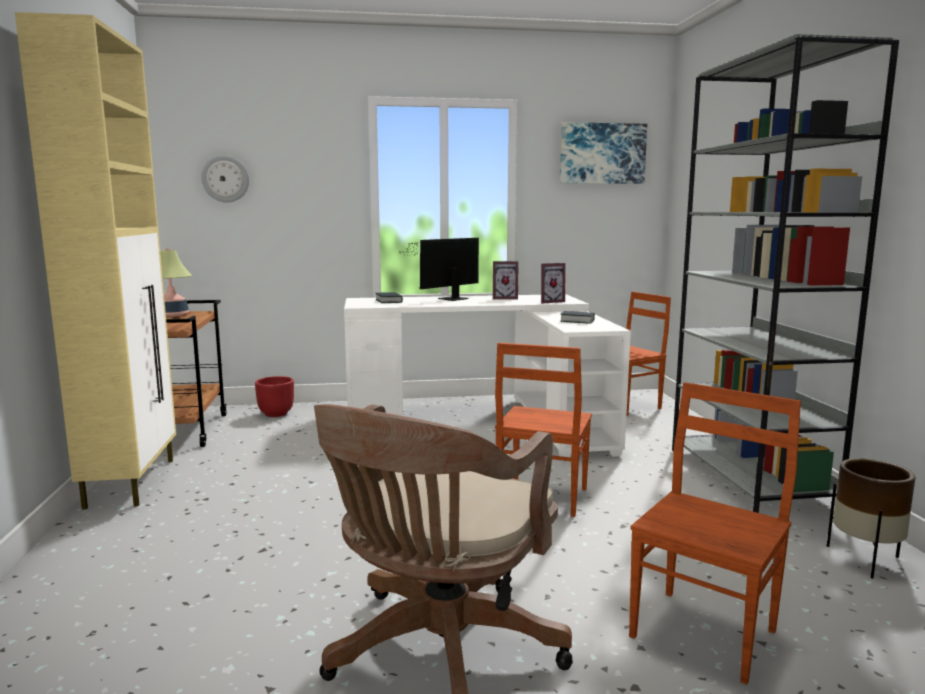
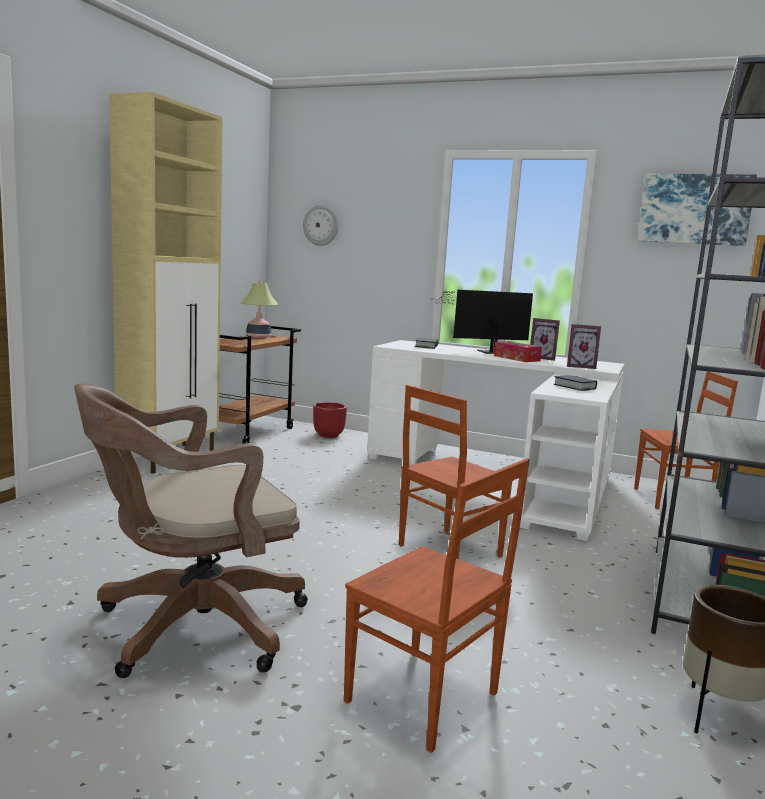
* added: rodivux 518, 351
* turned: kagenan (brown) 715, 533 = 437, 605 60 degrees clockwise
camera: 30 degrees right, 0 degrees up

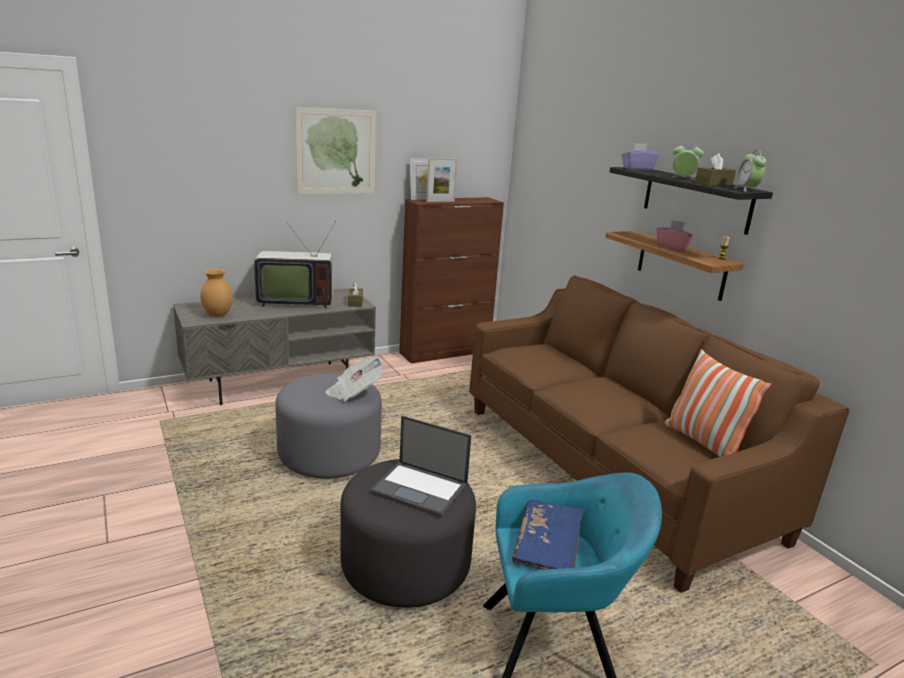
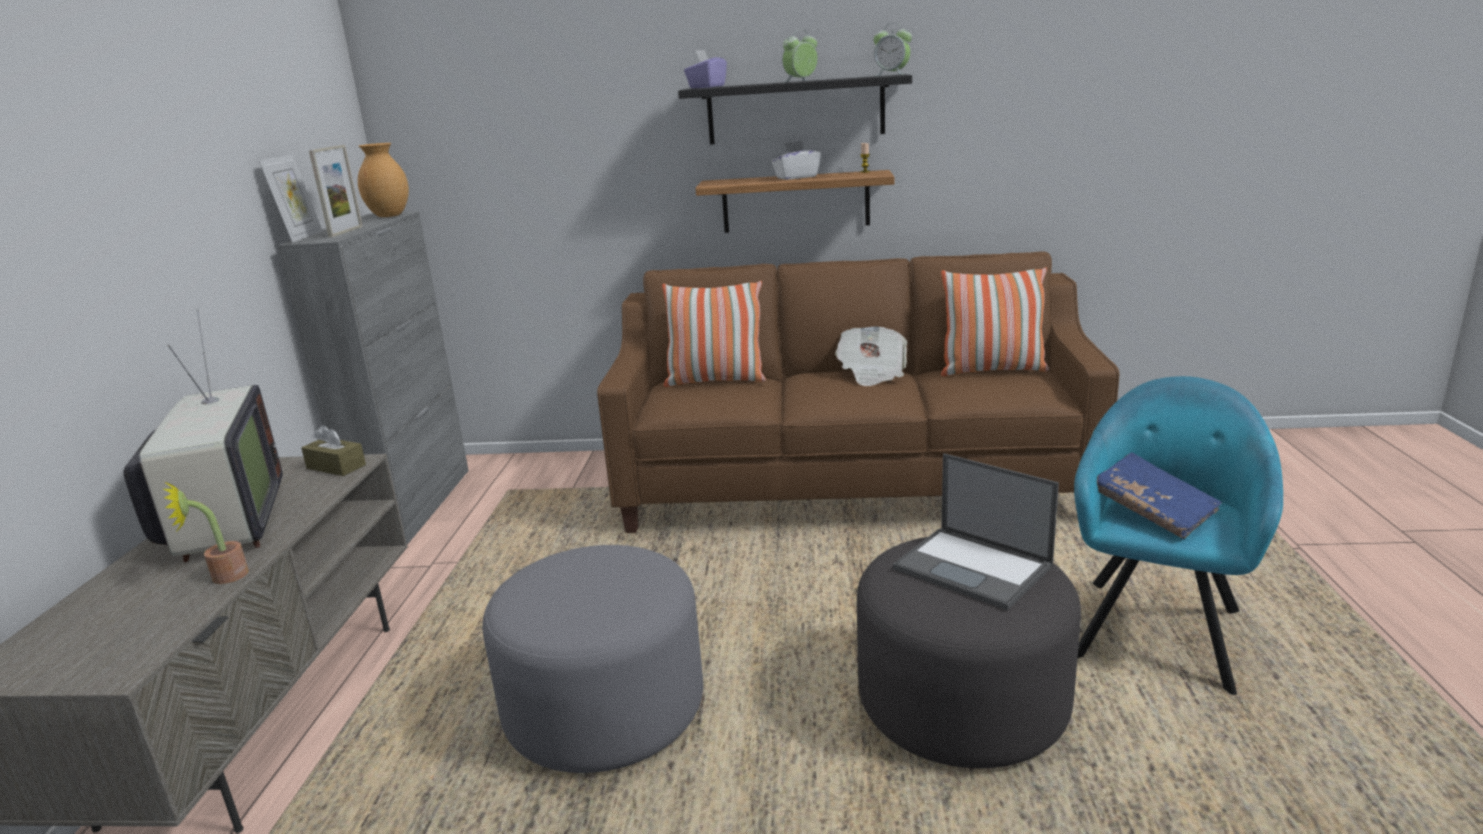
* removed: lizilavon 335, 151
* removed: rodivux (brown) 715, 170
* added: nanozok 206, 533
* added: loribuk 714, 334
* moved: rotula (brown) 216, 293 to 383, 180
* moved: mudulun 355, 379 to 871, 356
* recoloured: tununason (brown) 451, 280 to tununason (grey) 373, 378
* recoloured: rodivux (pink) 675, 235 to rodivux (white) 796, 160
* turned: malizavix 295, 264 = 203, 435 45 degrees counterclockwise
* turned: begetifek 421, 466 = 976, 531 75 degrees clockwise
camera: 55 degrees left, 0 degrees up

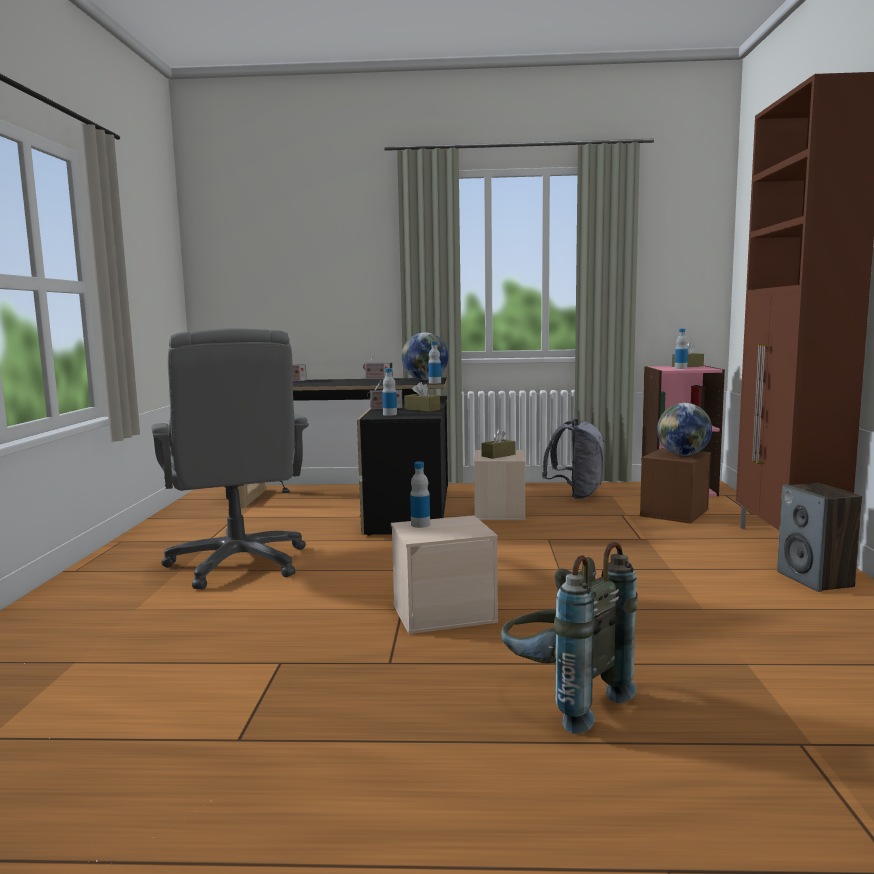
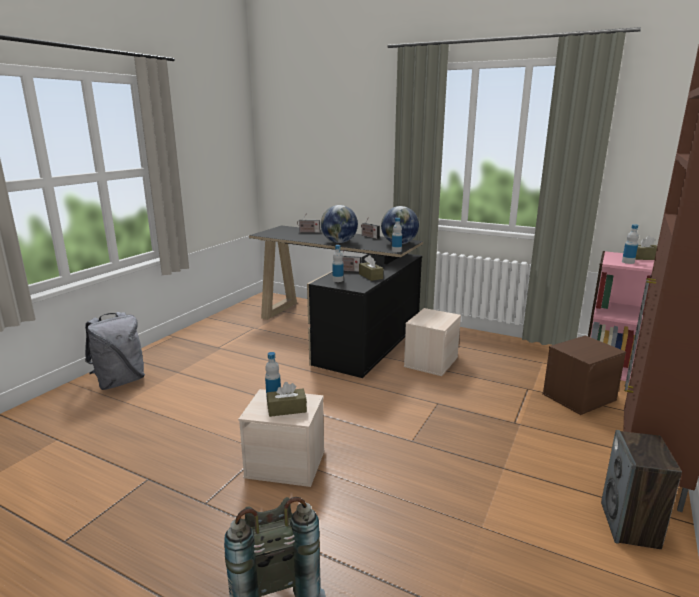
* removed: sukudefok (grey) 230, 459
* moved: rodivux (brown) 498, 444 to 287, 399
* moved: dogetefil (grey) 573, 459 to 115, 351
* moved: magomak 684, 429 to 339, 224
camera: 25 degrees right, 10 degrees up

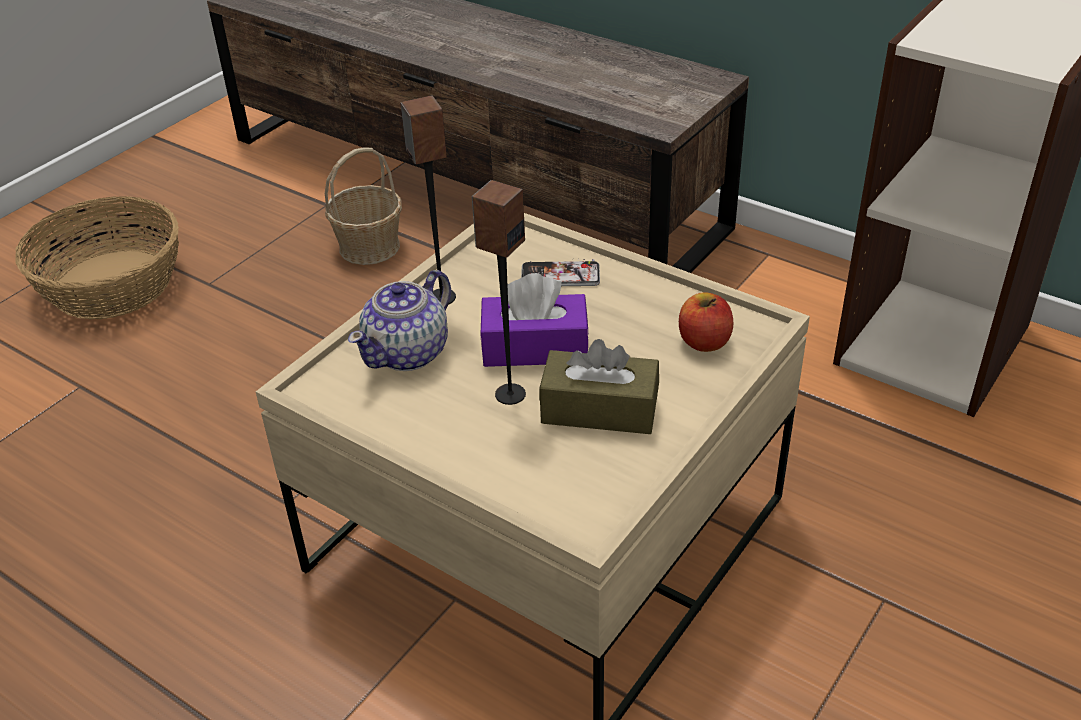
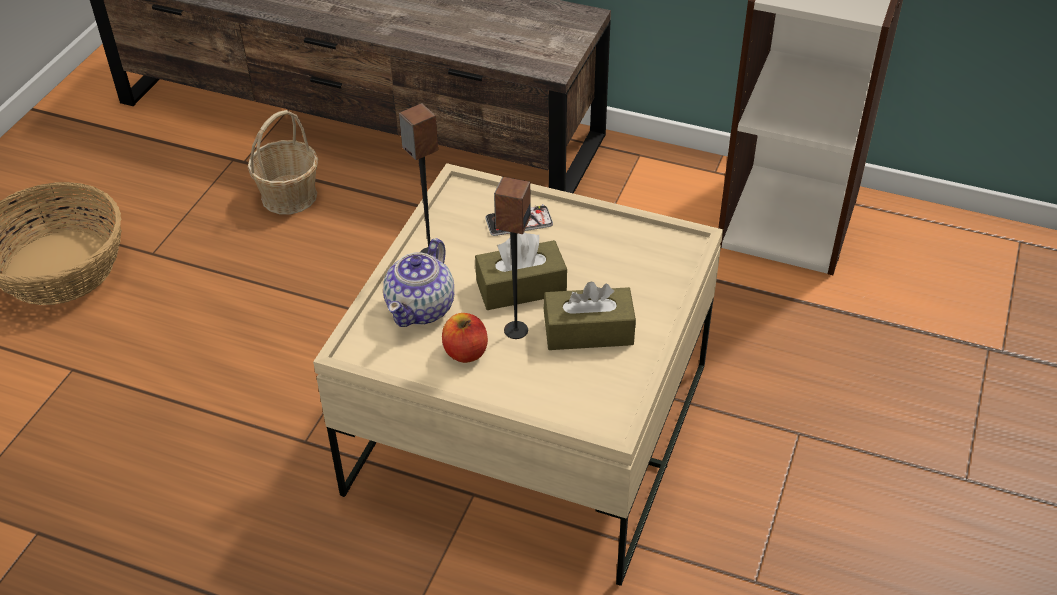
* moved: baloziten 706, 322 to 465, 338
* recoloured: rodivux (purple) 534, 320 to rodivux (brown) 521, 271
camera: 15 degrees left, 5 degrees up

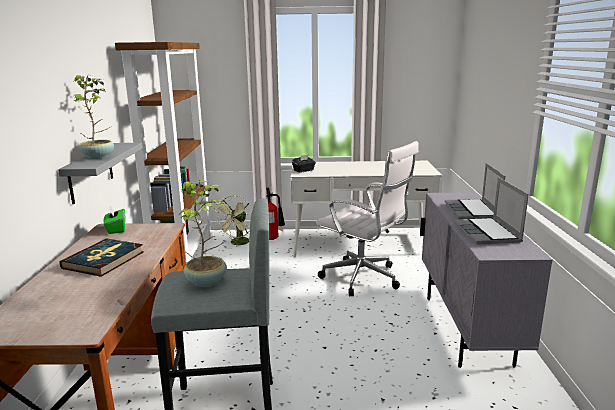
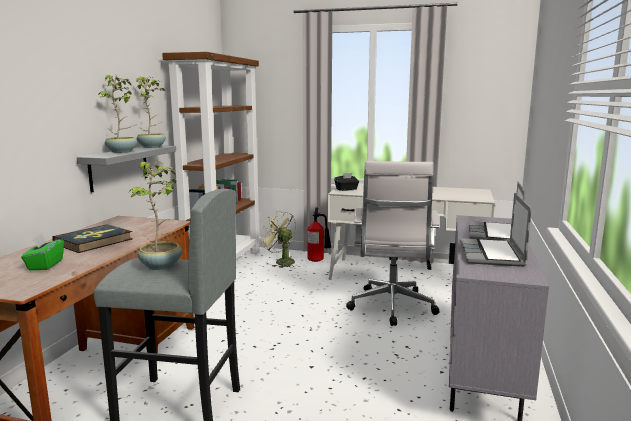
* added: nanozok 151, 112
* moved: rodivux (green) 114, 219 to 42, 252
* turned: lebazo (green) 233, 220 = 278, 239 90 degrees clockwise
* turned: sukudefok (white) 367, 218 = 392, 243 45 degrees clockwise
camera: 15 degrees right, 5 degrees down

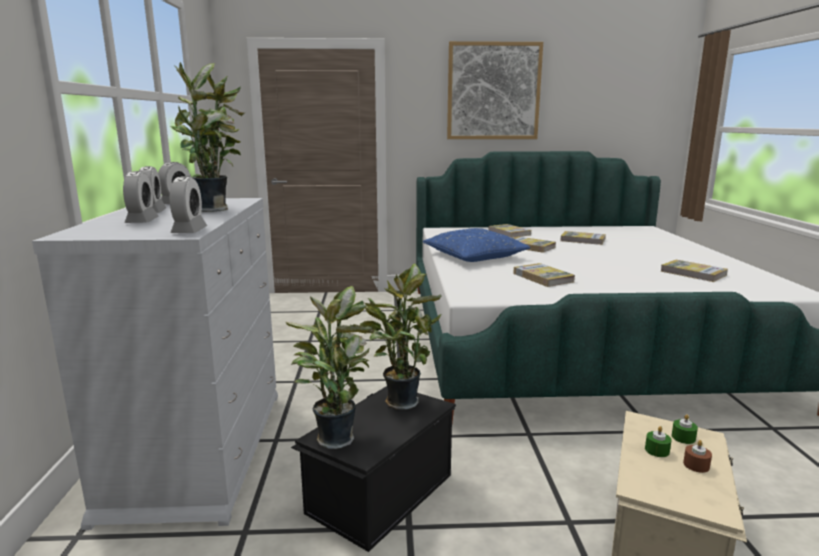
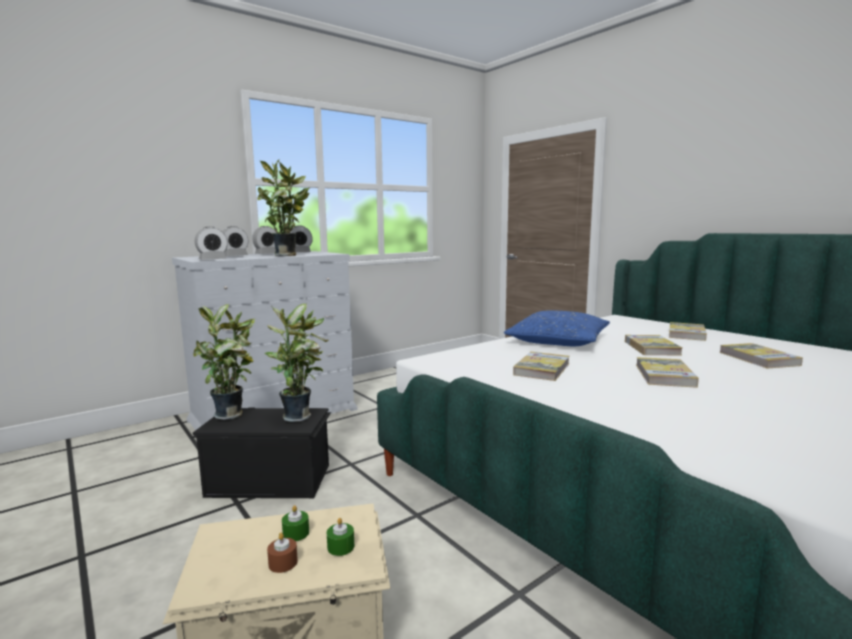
* removed: lizilavon 495, 90
* moved: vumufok 694, 271 to 667, 372
camera: 55 degrees right, 5 degrees down

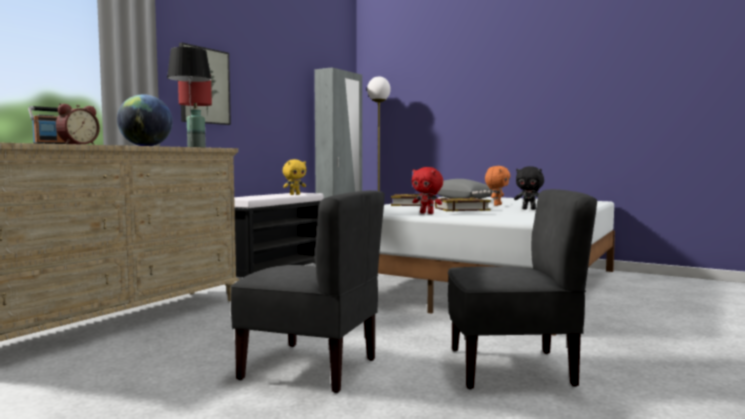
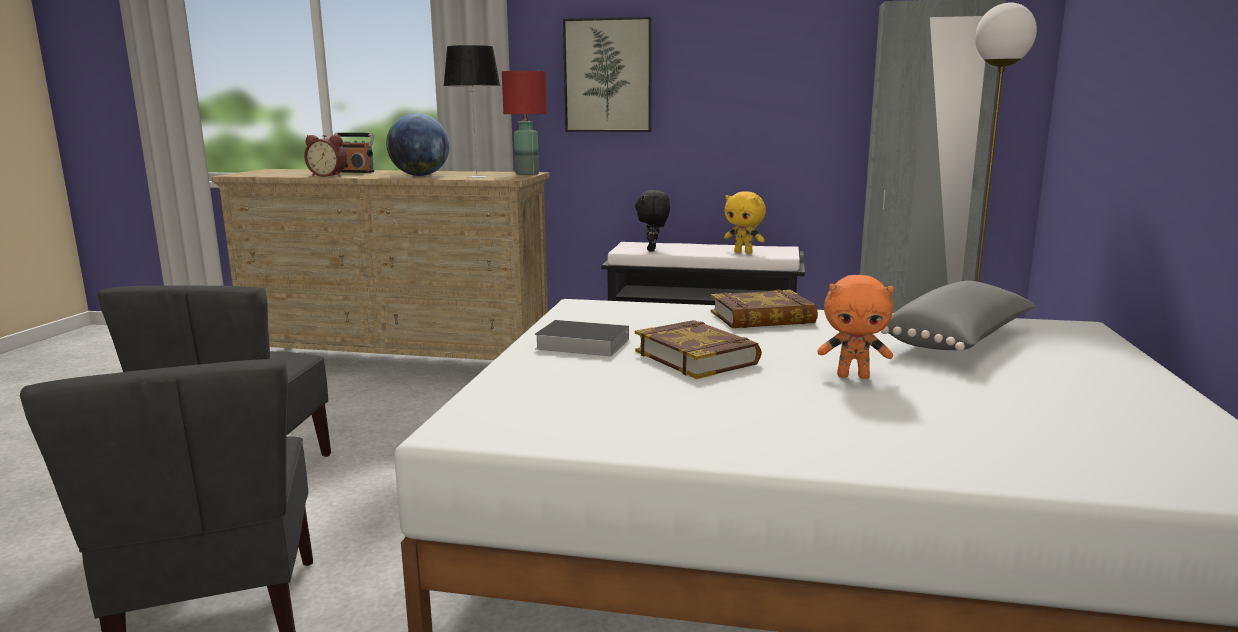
* moved: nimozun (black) 529, 188 to 652, 220
* replaced: nimozun (red) 427, 190 to vumufok 581, 338
camera: 70 degrees right, 10 degrees up

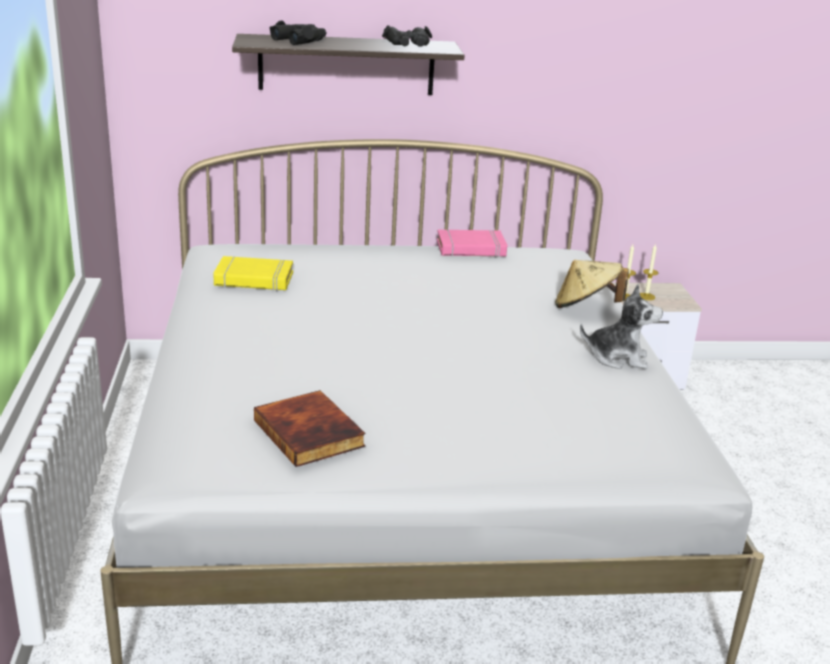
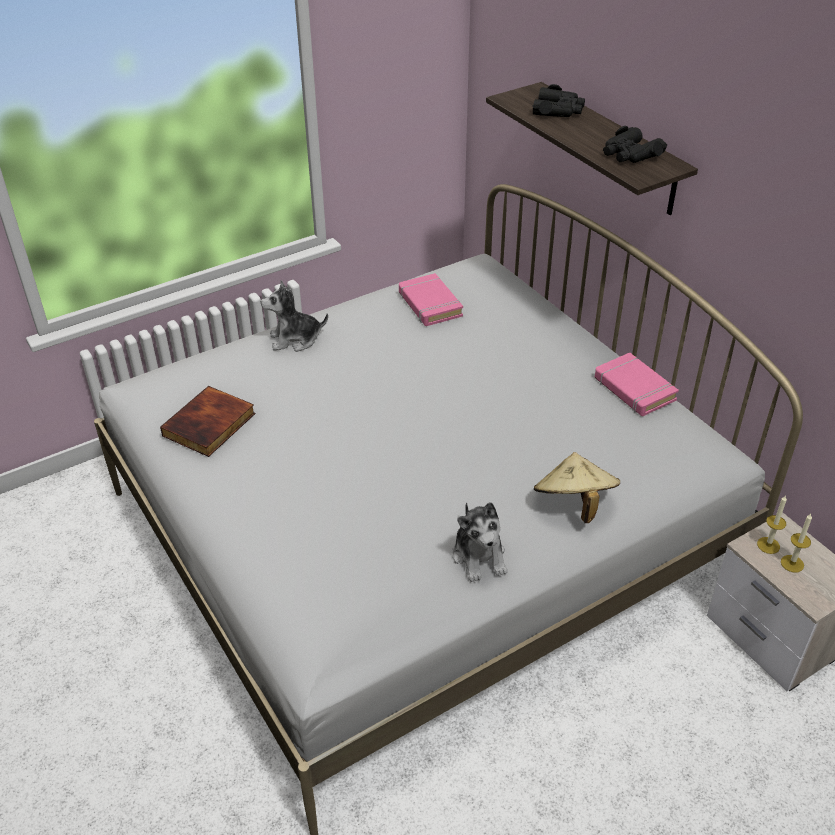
* added: nimozun 294, 316
* recoloured: vumufok (yellow) 253, 273 to vumufok (pink) 431, 299
camera: 65 degrees right, 15 degrees up

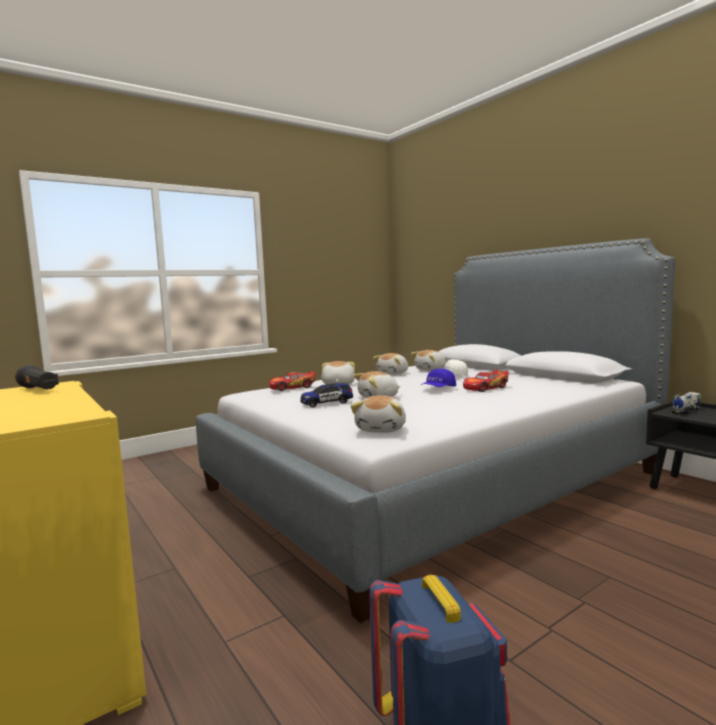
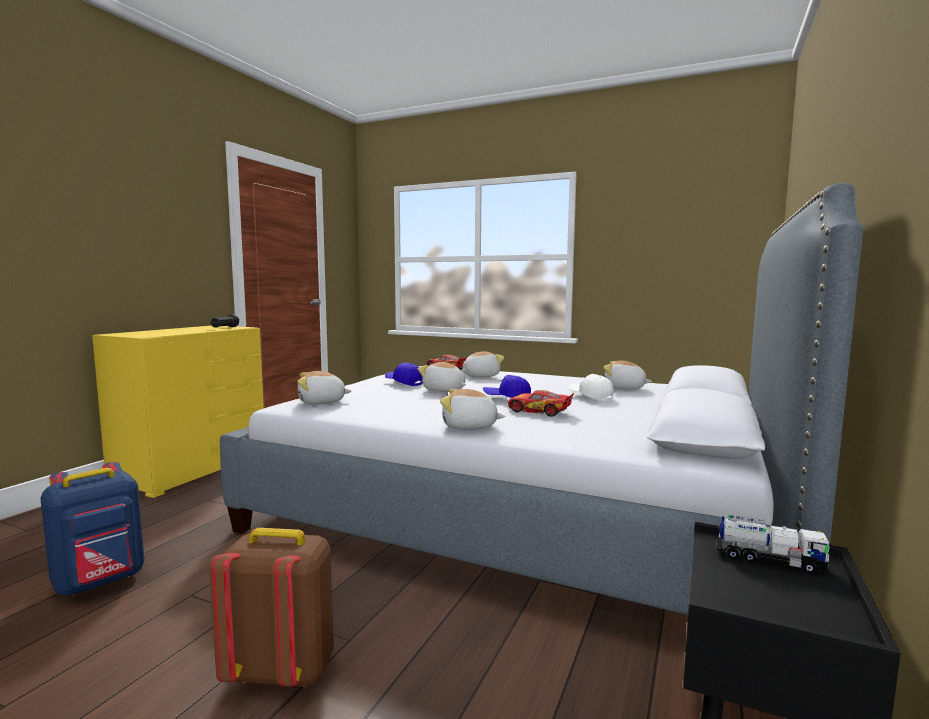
* added: dogetefil (brown) 271, 607
* moved: nimozun 390, 364 to 472, 409
* replaced: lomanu 327, 395 to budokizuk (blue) 404, 374
camera: 60 degrees right, 0 degrees up

